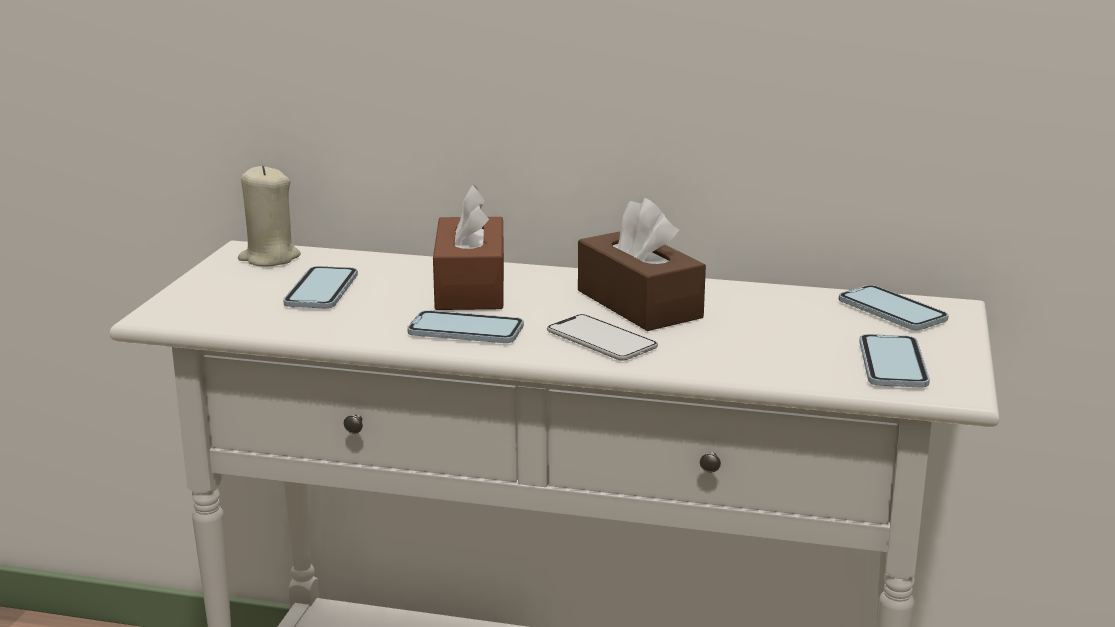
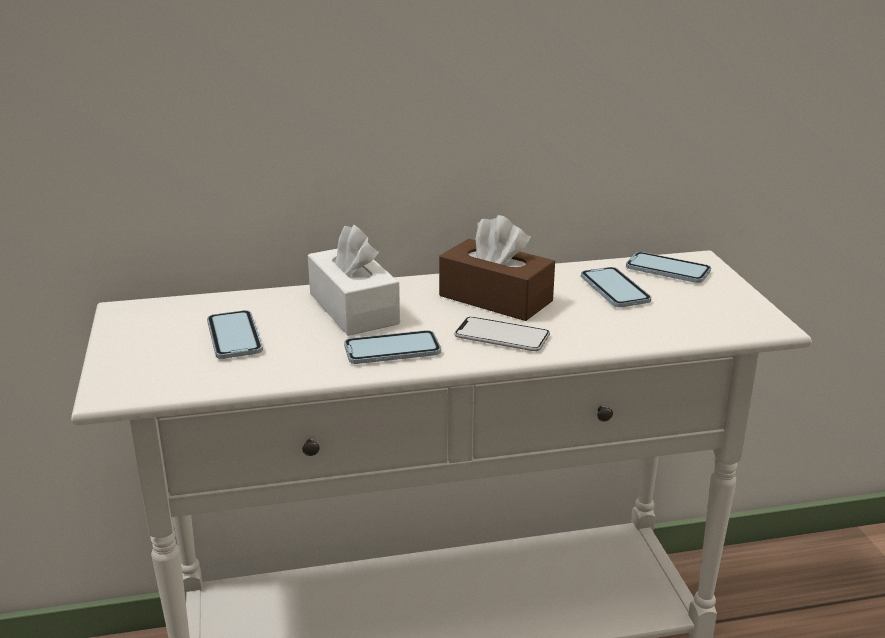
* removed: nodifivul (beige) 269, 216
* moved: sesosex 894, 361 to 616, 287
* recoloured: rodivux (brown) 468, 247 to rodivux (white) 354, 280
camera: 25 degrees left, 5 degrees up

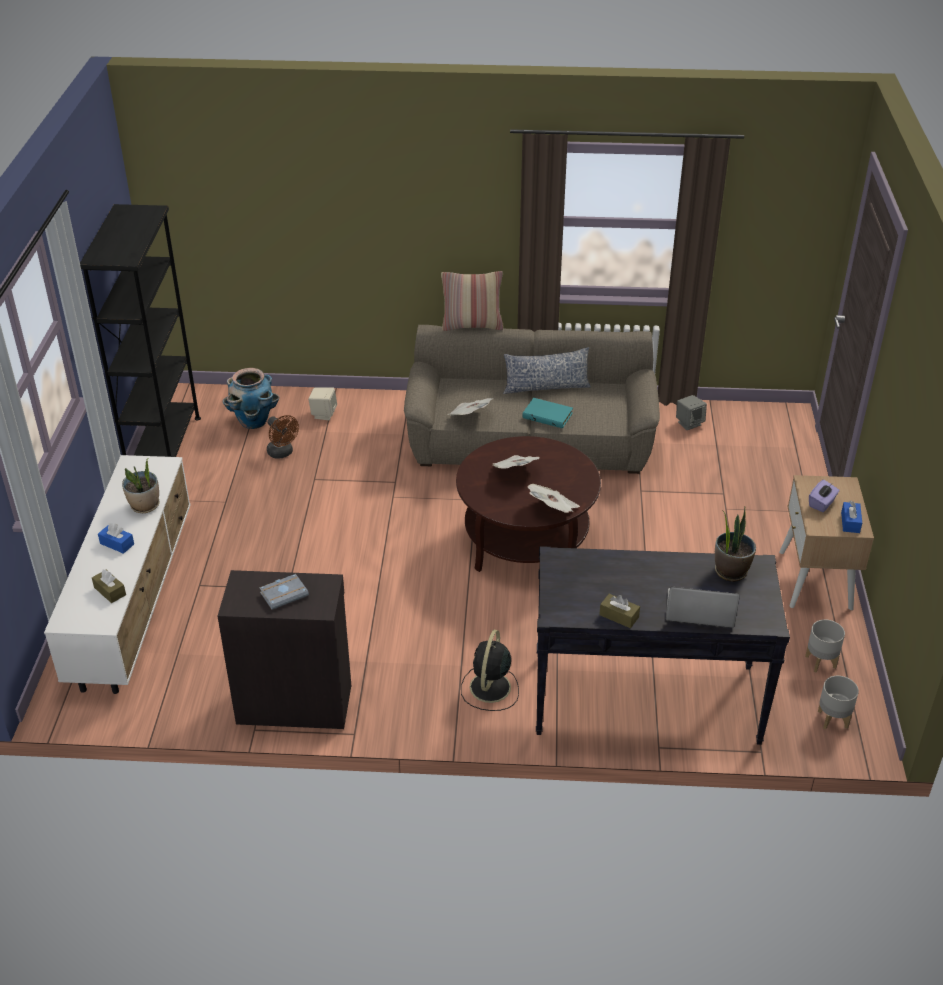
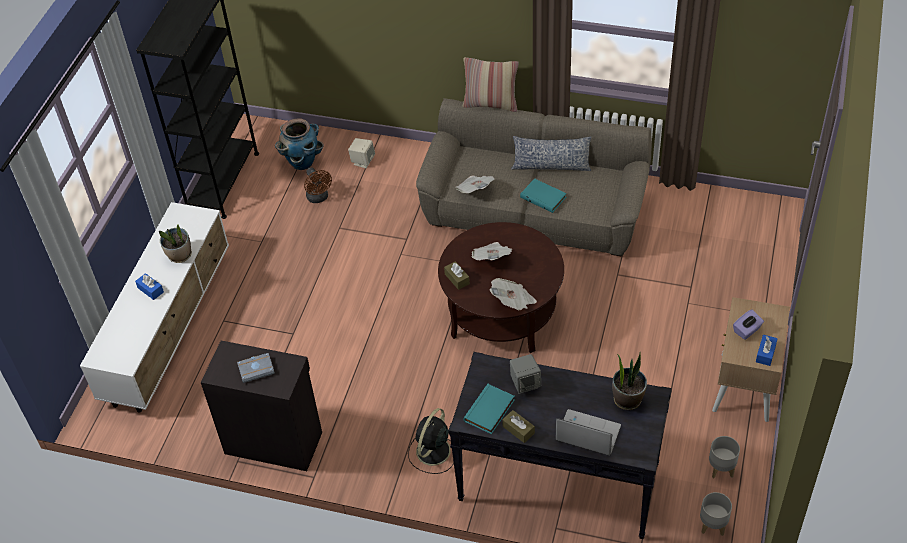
* added: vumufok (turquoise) 489, 409
* moved: rodivux (brown) 109, 586 to 457, 275
* moved: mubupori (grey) 691, 412 to 525, 374
camera: 15 degrees right, 10 degrees up

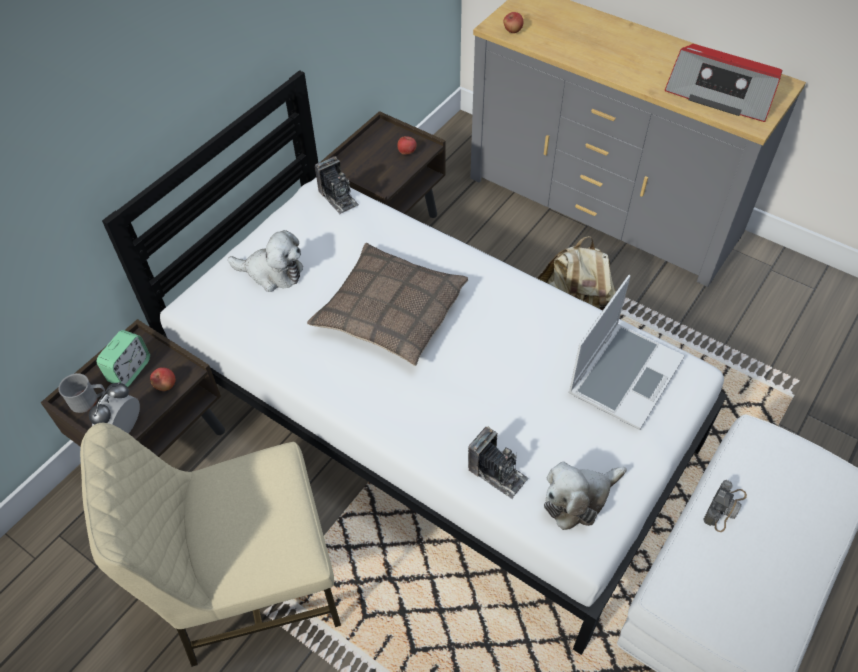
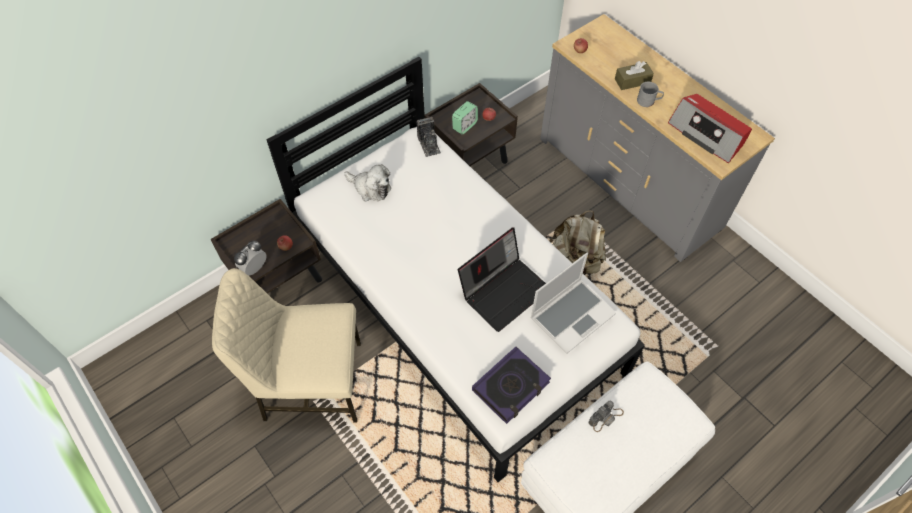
* removed: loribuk 387, 304
* removed: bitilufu 498, 462
* added: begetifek 502, 279
* added: rodivux (brown) 634, 75
* moved: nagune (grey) 81, 393 to 650, 94
* moved: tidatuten 123, 358 to 465, 118
* replaced: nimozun 585, 495 to vumufok 511, 385
camera: 15 degrees right, 5 degrees up

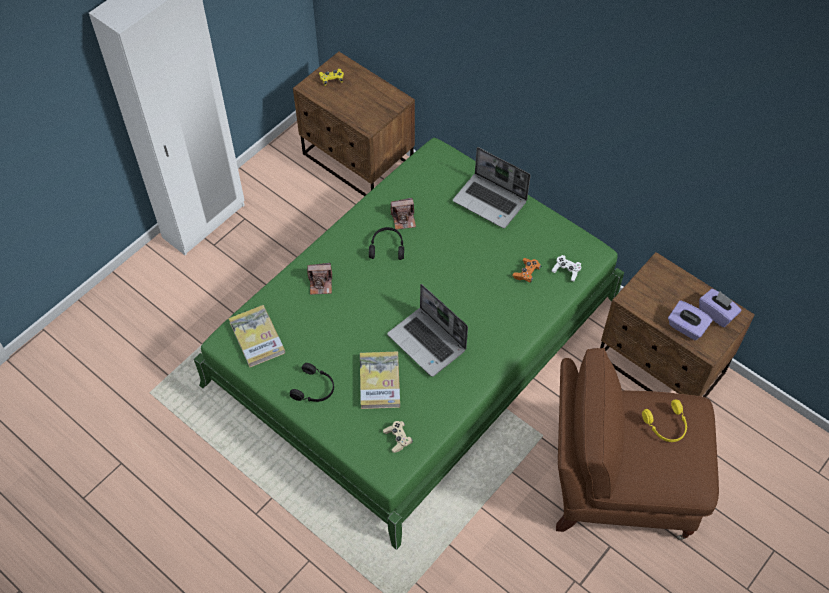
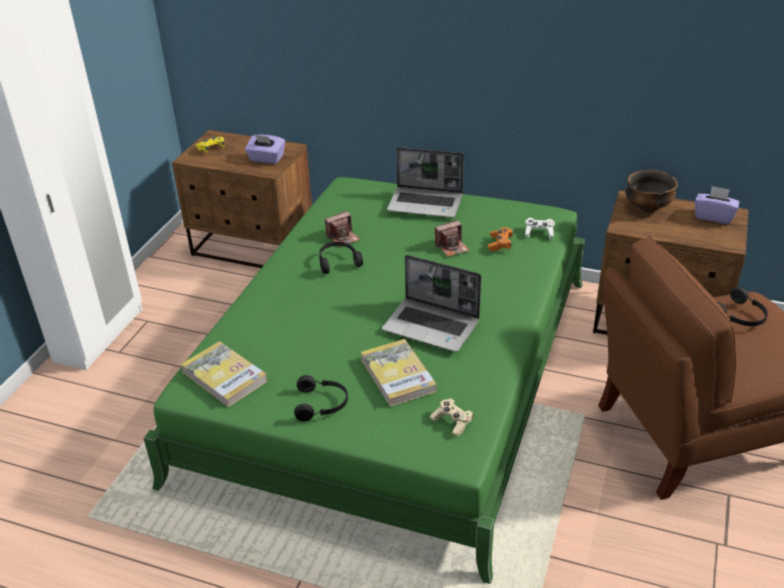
* added: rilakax 651, 191
* moved: bitilufu 319, 279 to 452, 238
* moved: rodivux (purple) 690, 320 to 265, 149
* recoloured: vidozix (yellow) 664, 421 to vidozix (black) 743, 306
camera: 20 degrees left, 20 degrees down

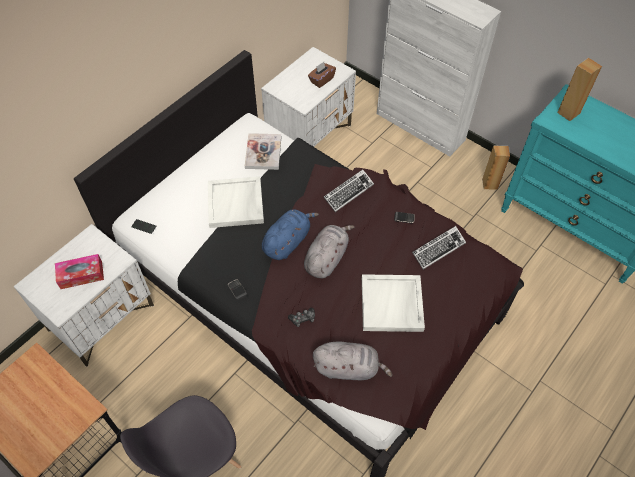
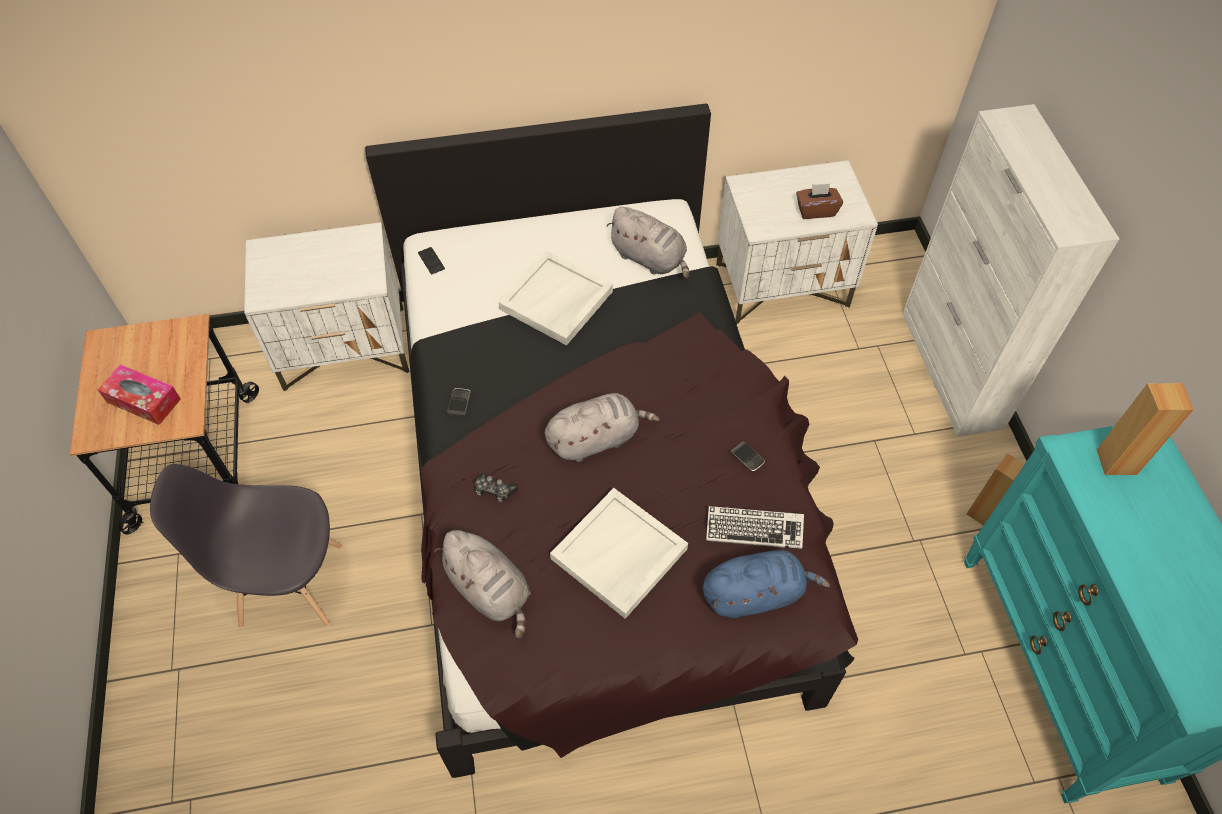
* removed: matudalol 349, 190
* moved: rodivux 79, 271 to 139, 394
* moved: nimozun (blue) 290, 235 to 766, 584
* replaced: vumufok 263, 151 to nimozun (grey) 647, 242
camera: 40 degrees right, 0 degrees up

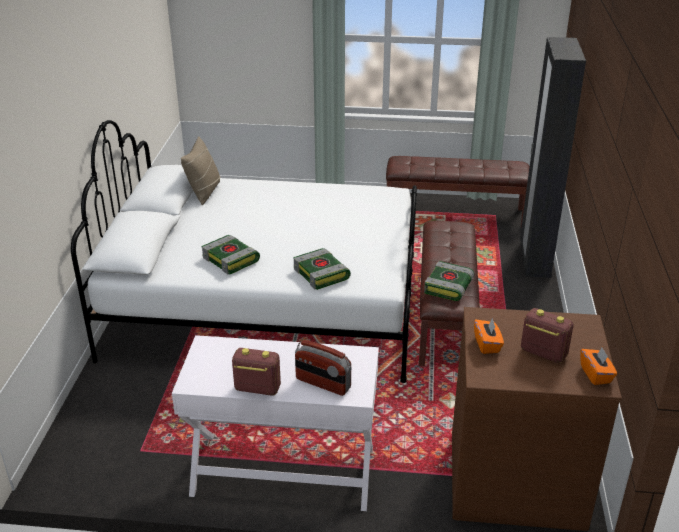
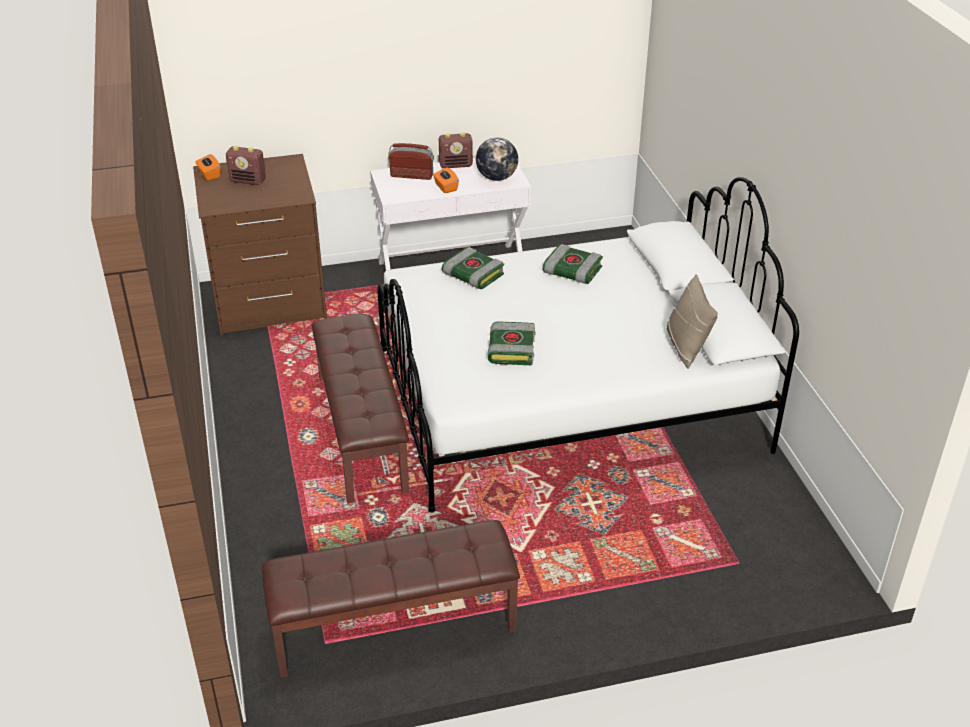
* removed: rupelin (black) 553, 157
* added: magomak 497, 159
* moved: vumufok 449, 281 to 511, 343
* moved: rodivux (orange) 489, 336 to 446, 180
camera: 160 degrees right, 5 degrees up

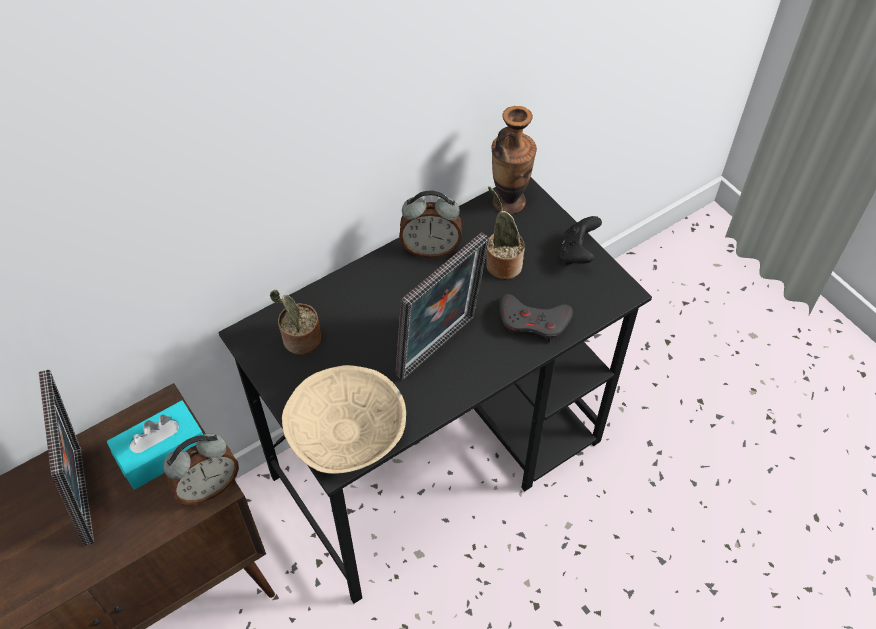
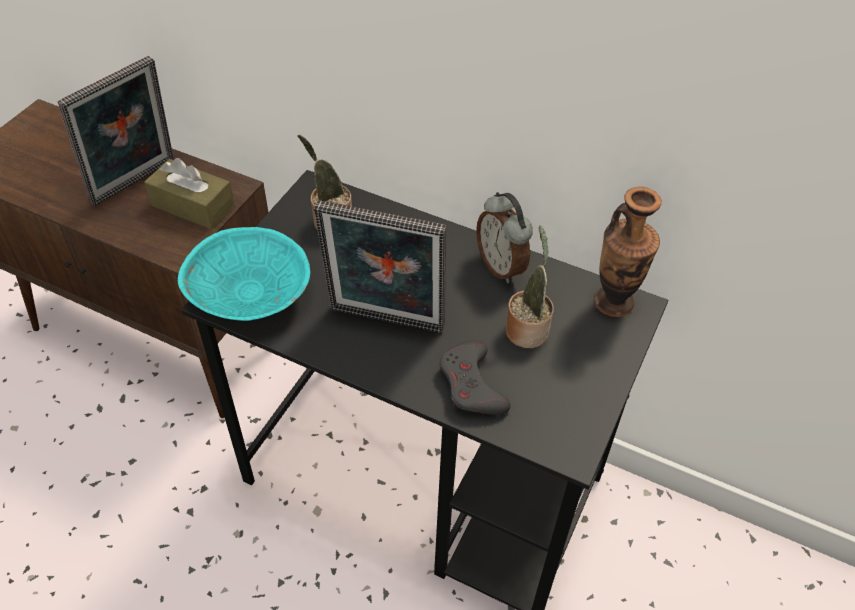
* removed: tidatuten 201, 469
* removed: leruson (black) 580, 240
* recoloured: rodivux (turquoise) 155, 445 to rodivux (brown) 189, 194
* recoloured: rilakax (beige) 344, 419 to rilakax (turquoise) 244, 274
camera: 60 degrees right, 5 degrees down

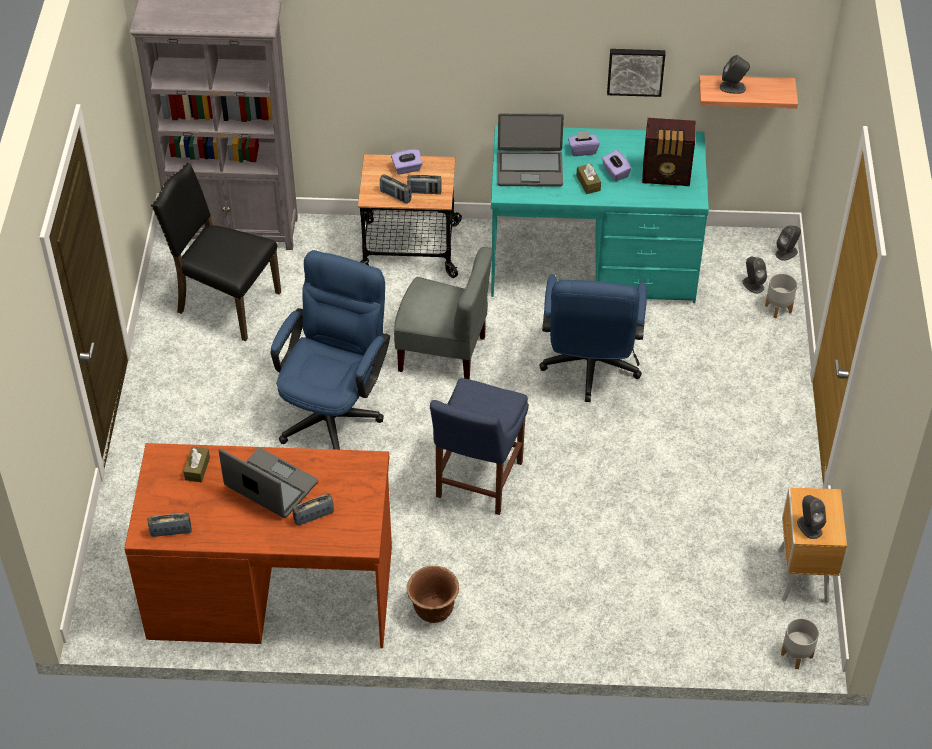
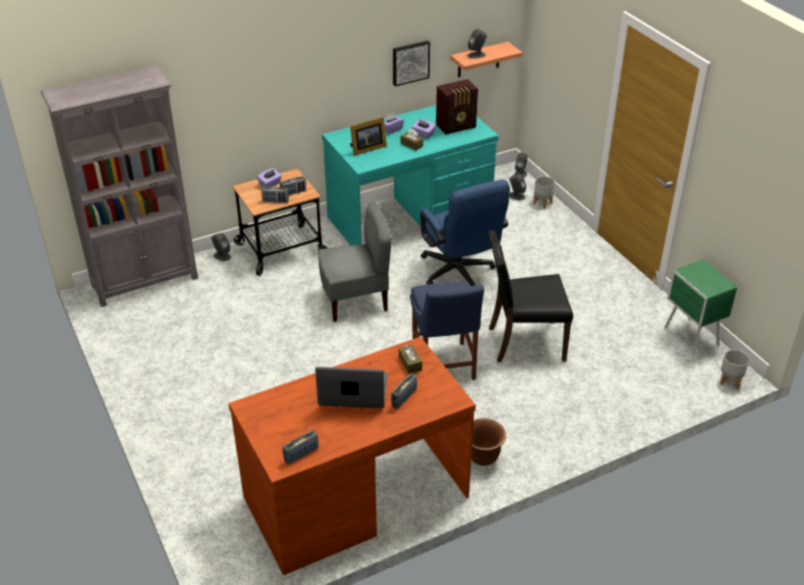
* removed: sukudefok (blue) 330, 350
* moved: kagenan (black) 216, 252 to 530, 296
* moved: rodivux (brown) 196, 464 to 410, 359
* moved: mubupori (grey) 811, 517 to 221, 247
* replaced: begetifek 531, 150 to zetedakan 368, 136
* recoloured: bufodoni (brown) 812, 545 to bufodoni (green) 700, 307
camera: 30 degrees left, 10 degrees down

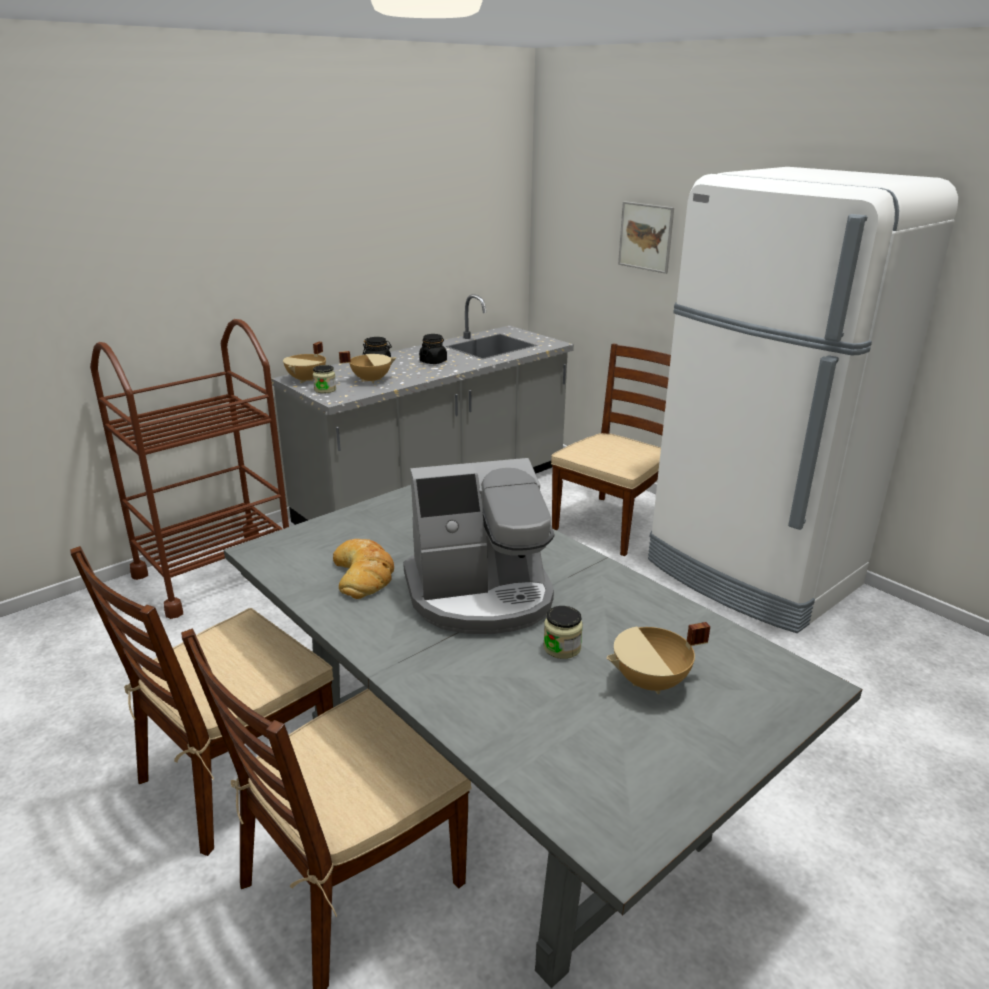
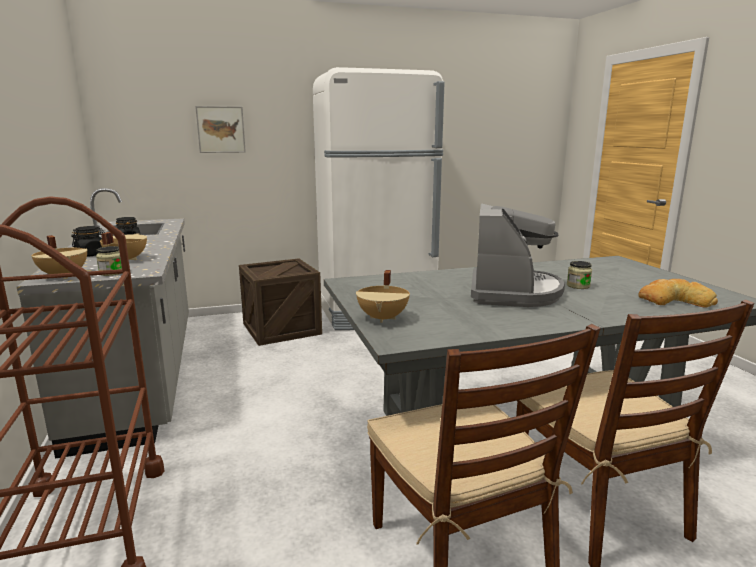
* moved: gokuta 363, 569 to 678, 293
* moved: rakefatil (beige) 658, 658 to 383, 296
* replaced: kagenan (brown) 611, 449 to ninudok 280, 302
camera: 65 degrees left, 10 degrees down

